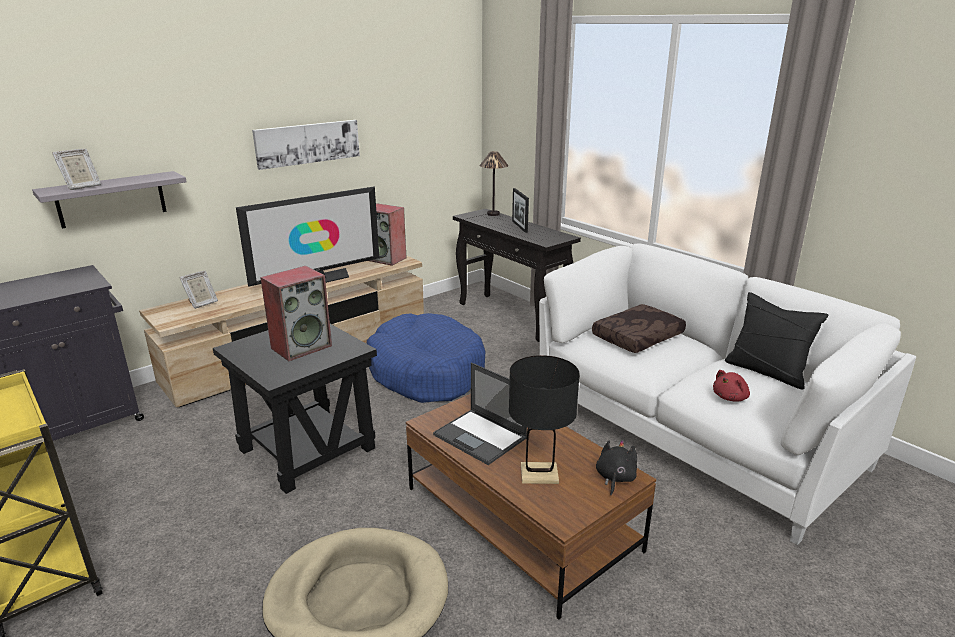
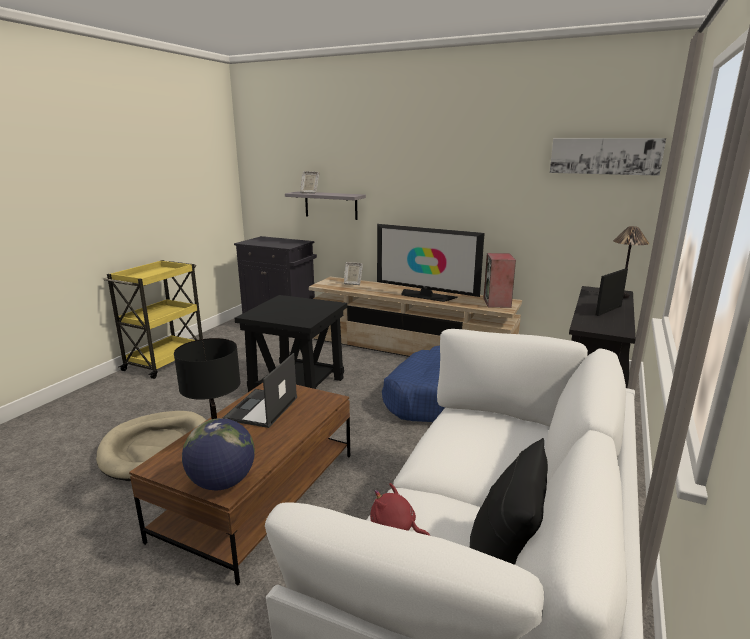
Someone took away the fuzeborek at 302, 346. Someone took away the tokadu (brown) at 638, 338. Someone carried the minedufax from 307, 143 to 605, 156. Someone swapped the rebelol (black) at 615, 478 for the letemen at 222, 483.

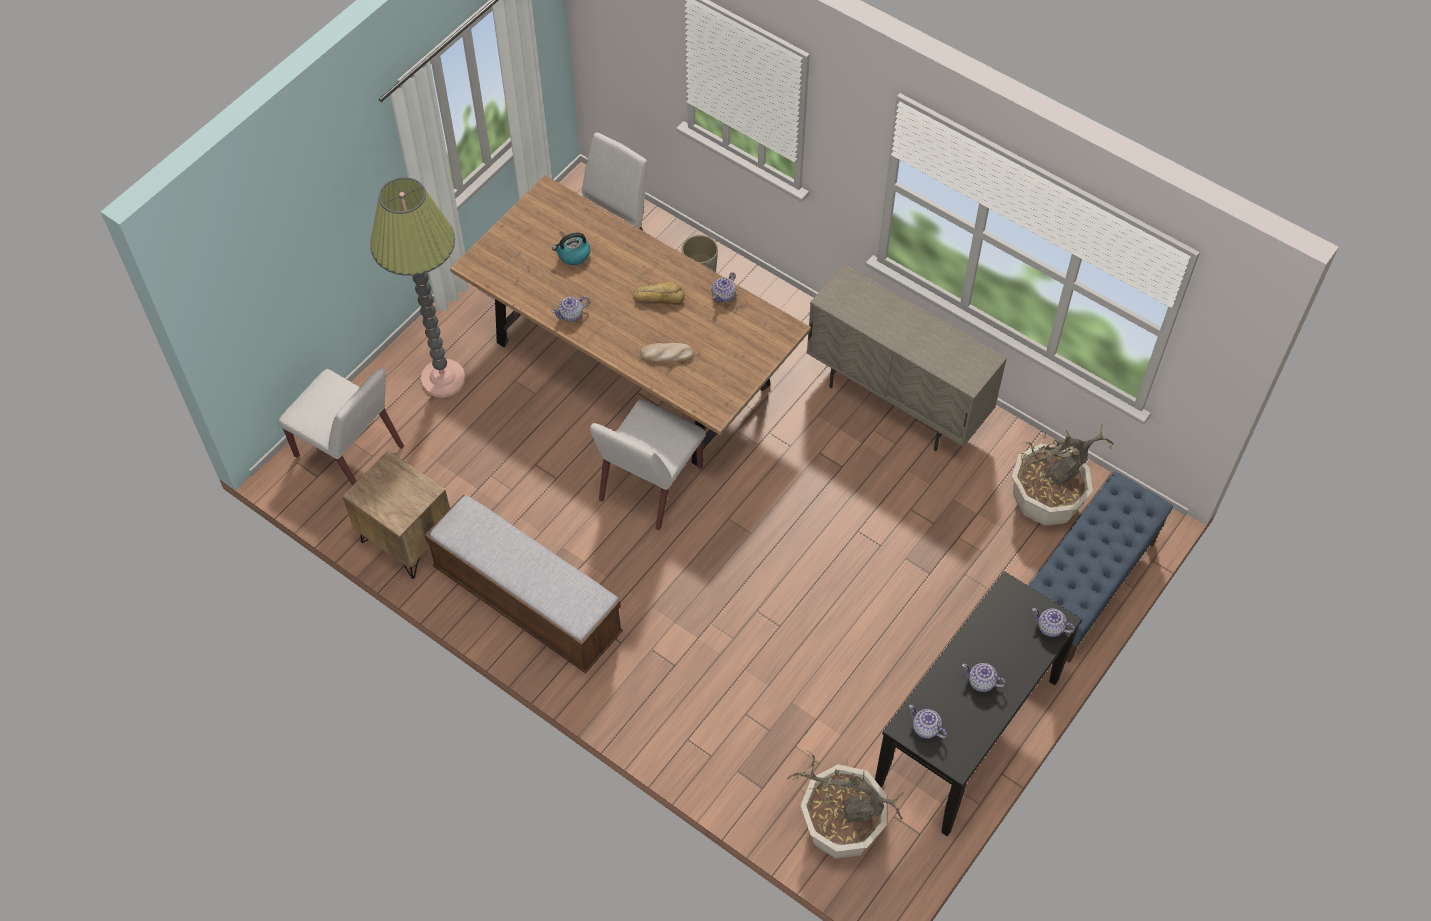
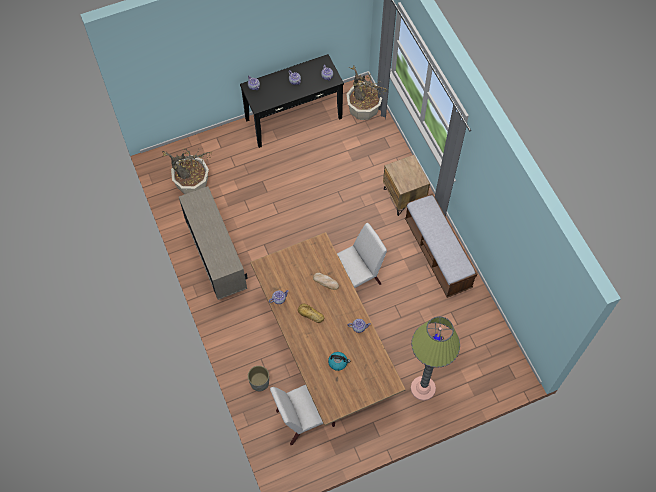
Someone took away the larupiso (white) at 350, 452. Someone took away the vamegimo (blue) at 1085, 586. Someone carried the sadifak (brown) from 406, 540 to 404, 197.

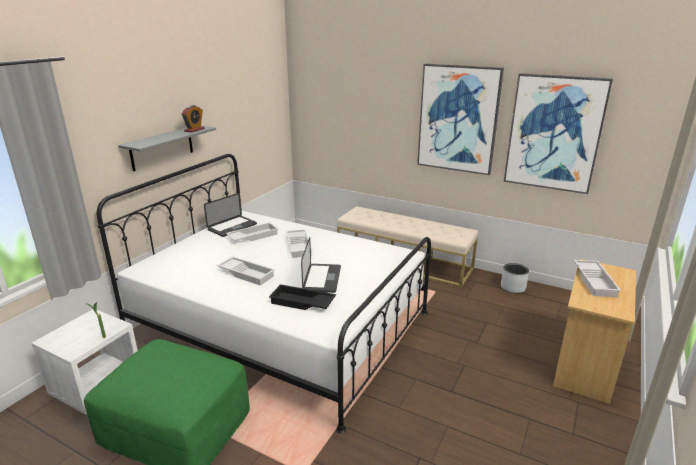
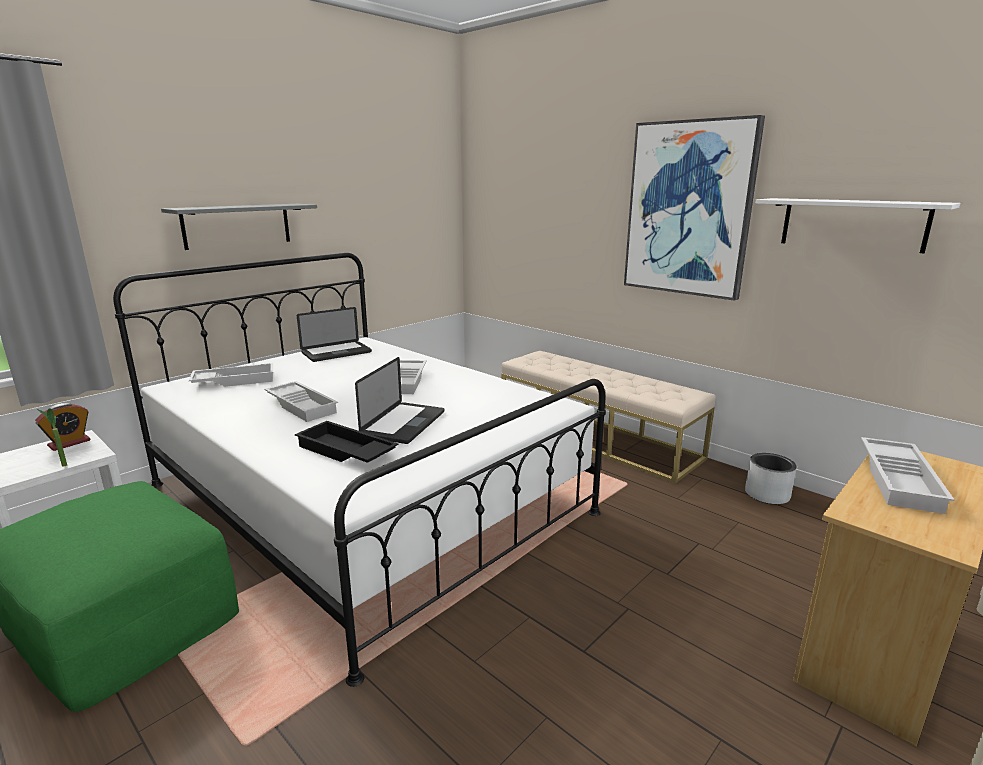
Someone carried the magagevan from 194, 130 to 69, 443. Someone carried the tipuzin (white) from 253, 236 to 235, 380. Someone swapped the minedufax at 554, 133 for the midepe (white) at 852, 224.

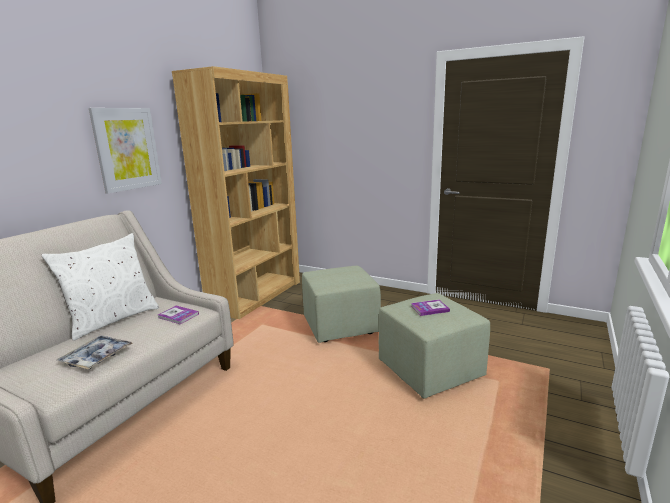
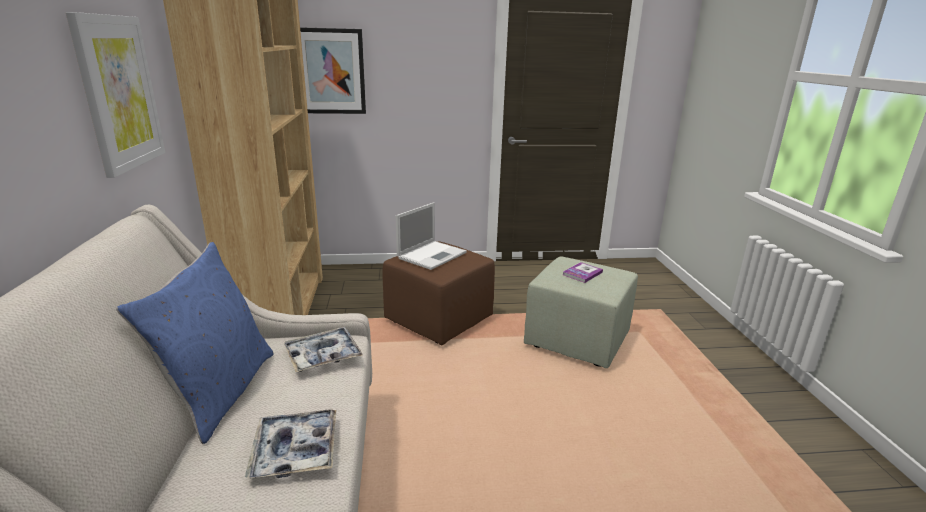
Someone put up the minedufax at 330, 71. Someone put down the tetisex at 432, 255. Someone swapped the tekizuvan at 178, 316 for the tipuzin at 323, 356. Someone repainted the tokadu (white) at 112, 319, which became the tokadu (blue) at 219, 392. Someone repainted the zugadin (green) at 341, 326, which became the zugadin (brown) at 439, 319.

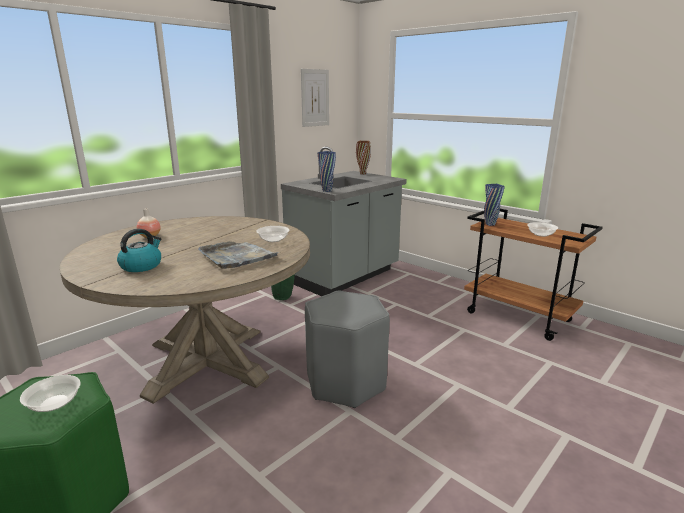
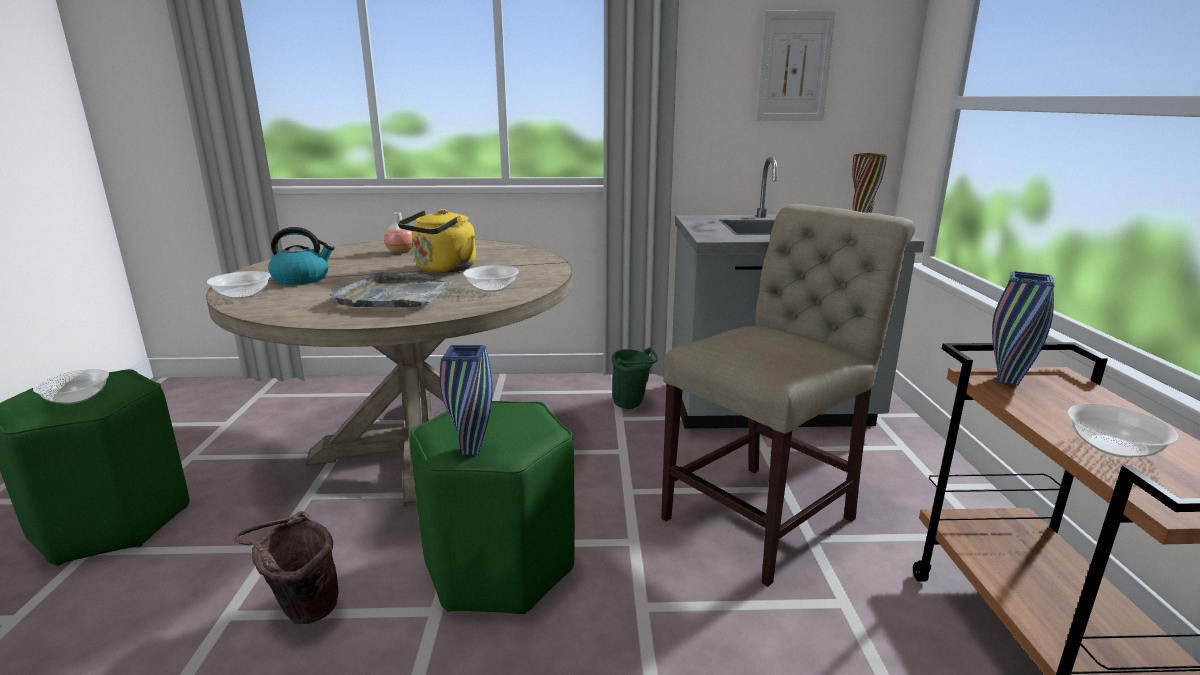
Someone put down the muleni at 243, 295. Someone put down the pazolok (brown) at 302, 612. Someone put down the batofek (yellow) at 443, 269. Someone put down the larupiso (beige) at 767, 515. Someone carried the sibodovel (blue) from 327, 191 to 471, 450. Someone repainted the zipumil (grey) at 345, 383, which became the zipumil (green) at 497, 567.

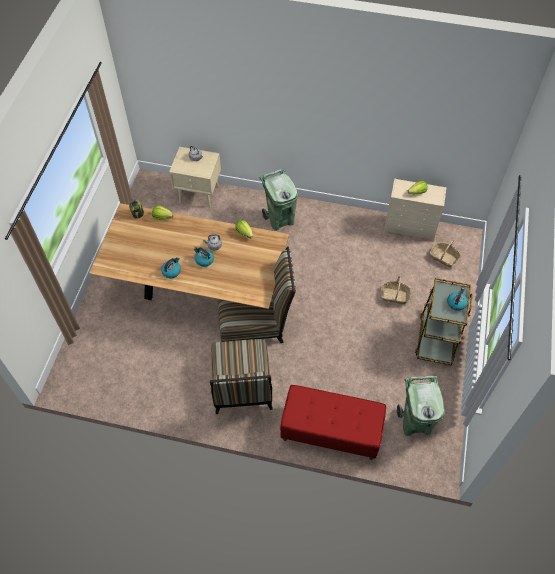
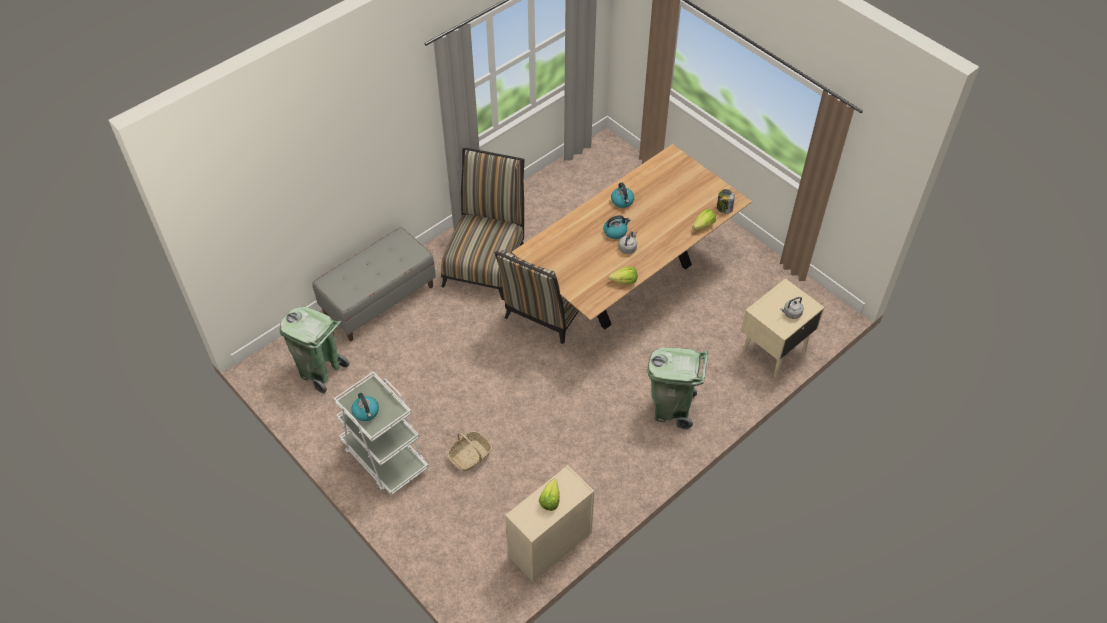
Someone took away the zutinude at 444, 257. Someone repainted the vamegimo (red) at 330, 432, which became the vamegimo (grey) at 379, 300. Someone repainted the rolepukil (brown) at 436, 338, which became the rolepukil (white) at 384, 457. Someone rotated the larupiso at 242, 387 by 75 degrees clockwise.

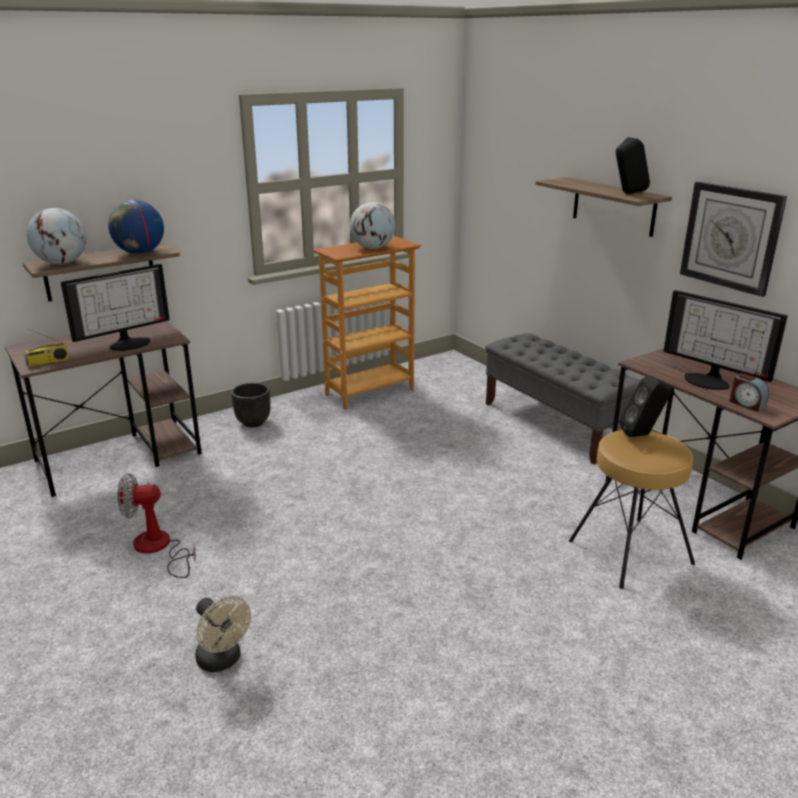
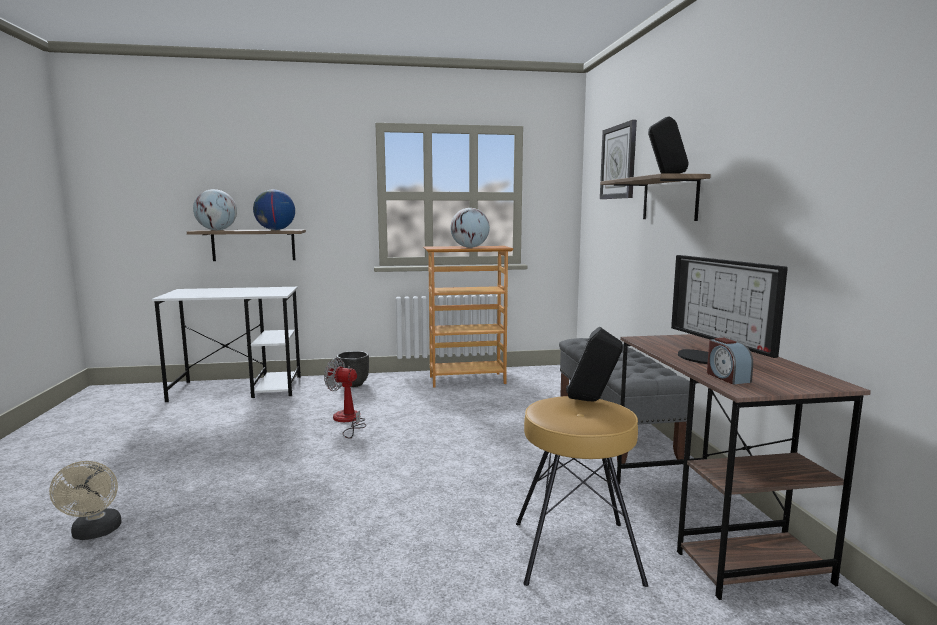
Someone took away the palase at 48, 362. Someone took away the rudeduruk at 129, 343. Someone carried the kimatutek from 158, 548 to 348, 421. Someone carried the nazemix from 731, 237 to 618, 162. Someone repainted the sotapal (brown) at 120, 457, which became the sotapal (white) at 238, 388.

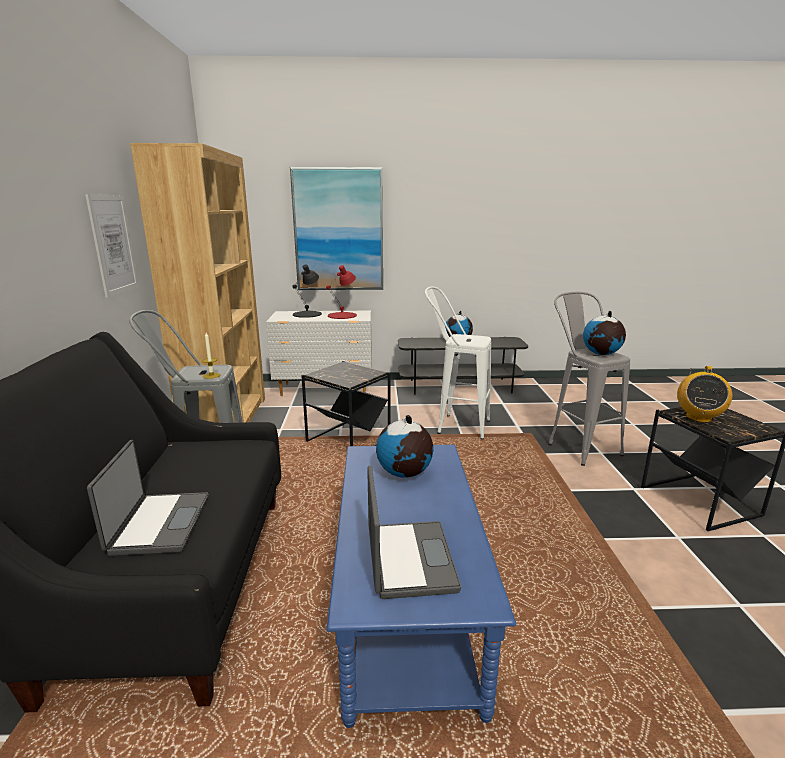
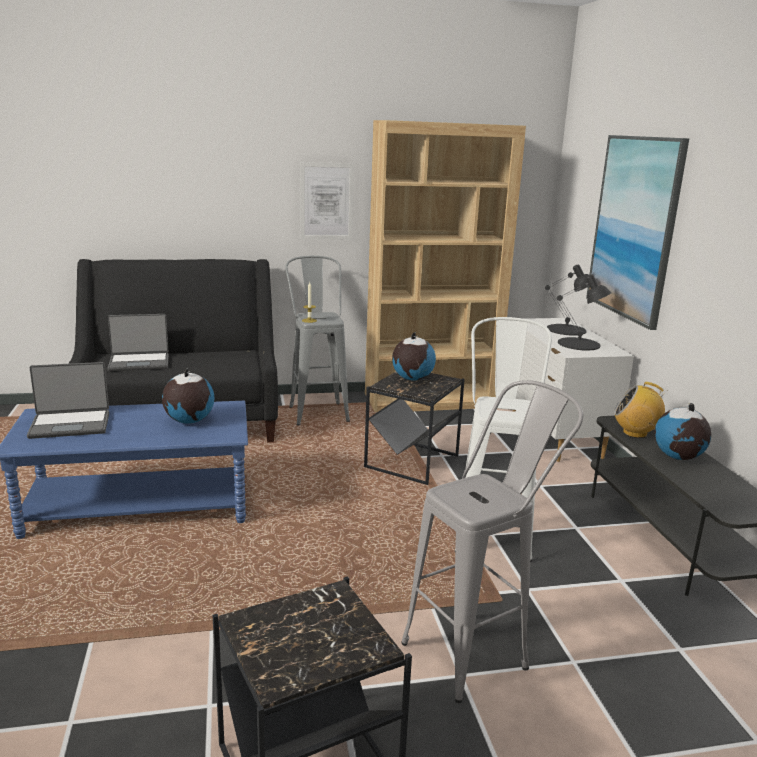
Someone carried the letemen from 601, 354 to 412, 379. Someone carried the palase from 698, 417 to 635, 433. Someone repainted the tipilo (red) at 342, 315, which became the tipilo (black) at 579, 344.

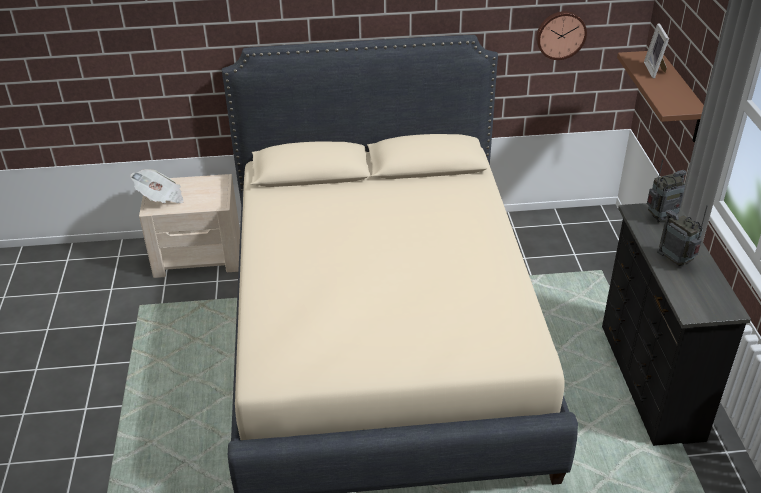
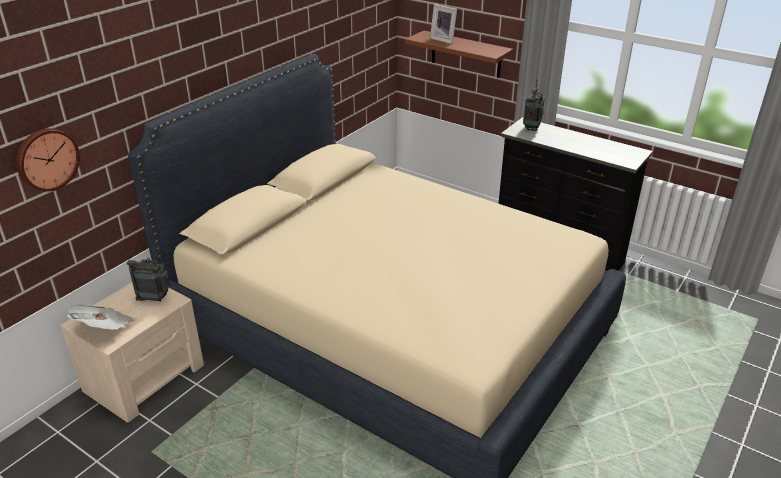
Someone carried the nazemix from 560, 34 to 46, 159. Someone carried the palase from 676, 261 to 155, 298.

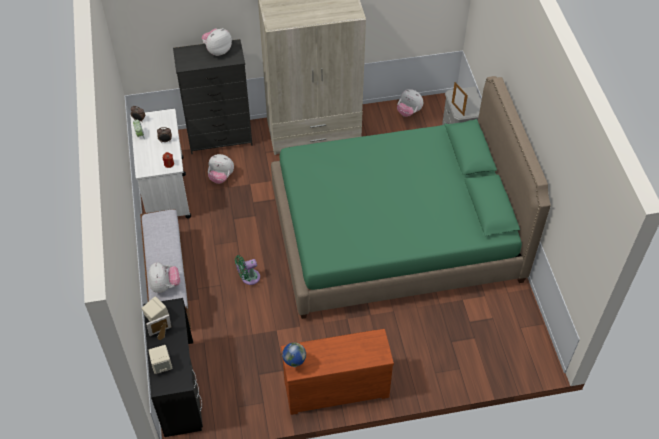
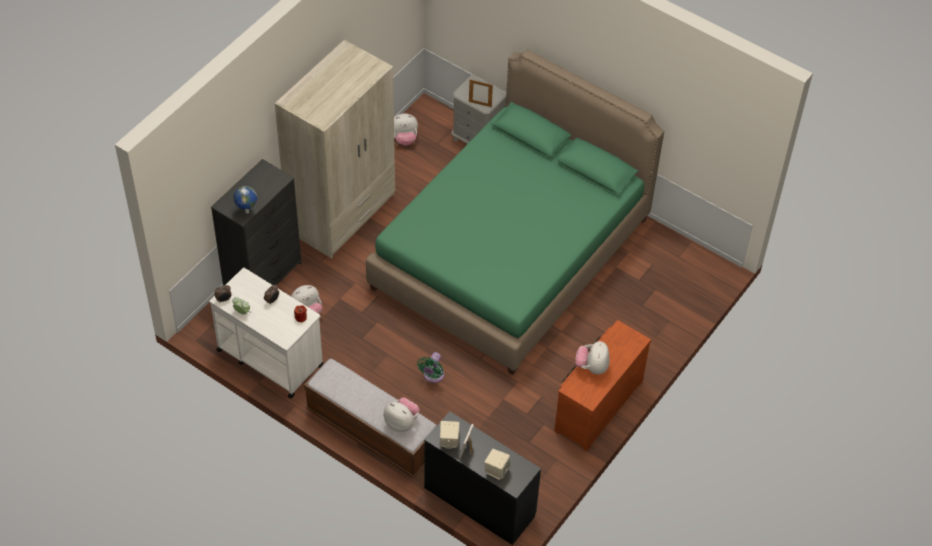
Someone carried the rebelol from 217, 50 to 592, 367. Someone carried the letemen from 294, 365 to 246, 212.

